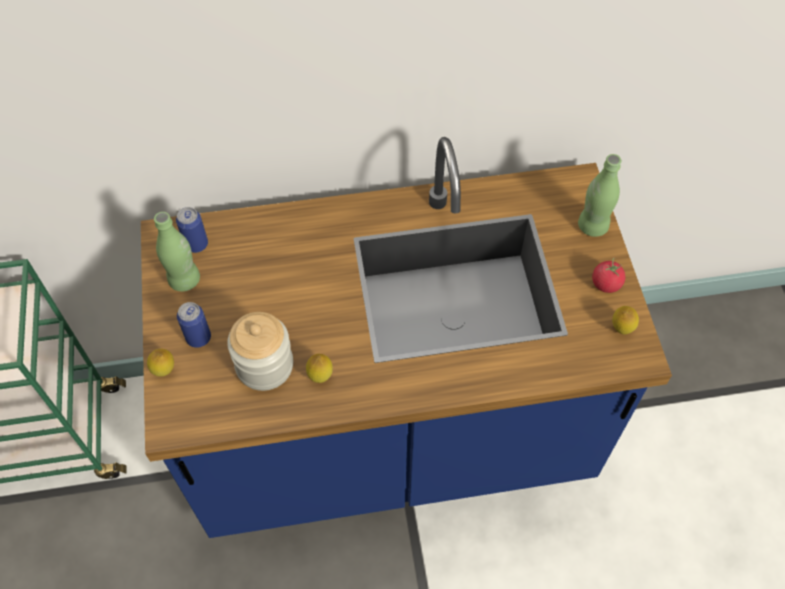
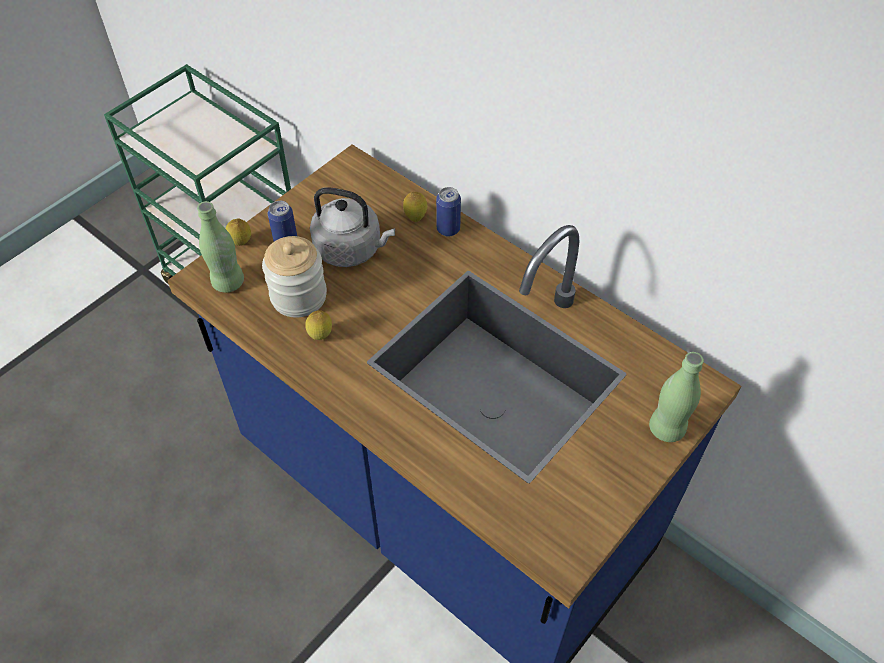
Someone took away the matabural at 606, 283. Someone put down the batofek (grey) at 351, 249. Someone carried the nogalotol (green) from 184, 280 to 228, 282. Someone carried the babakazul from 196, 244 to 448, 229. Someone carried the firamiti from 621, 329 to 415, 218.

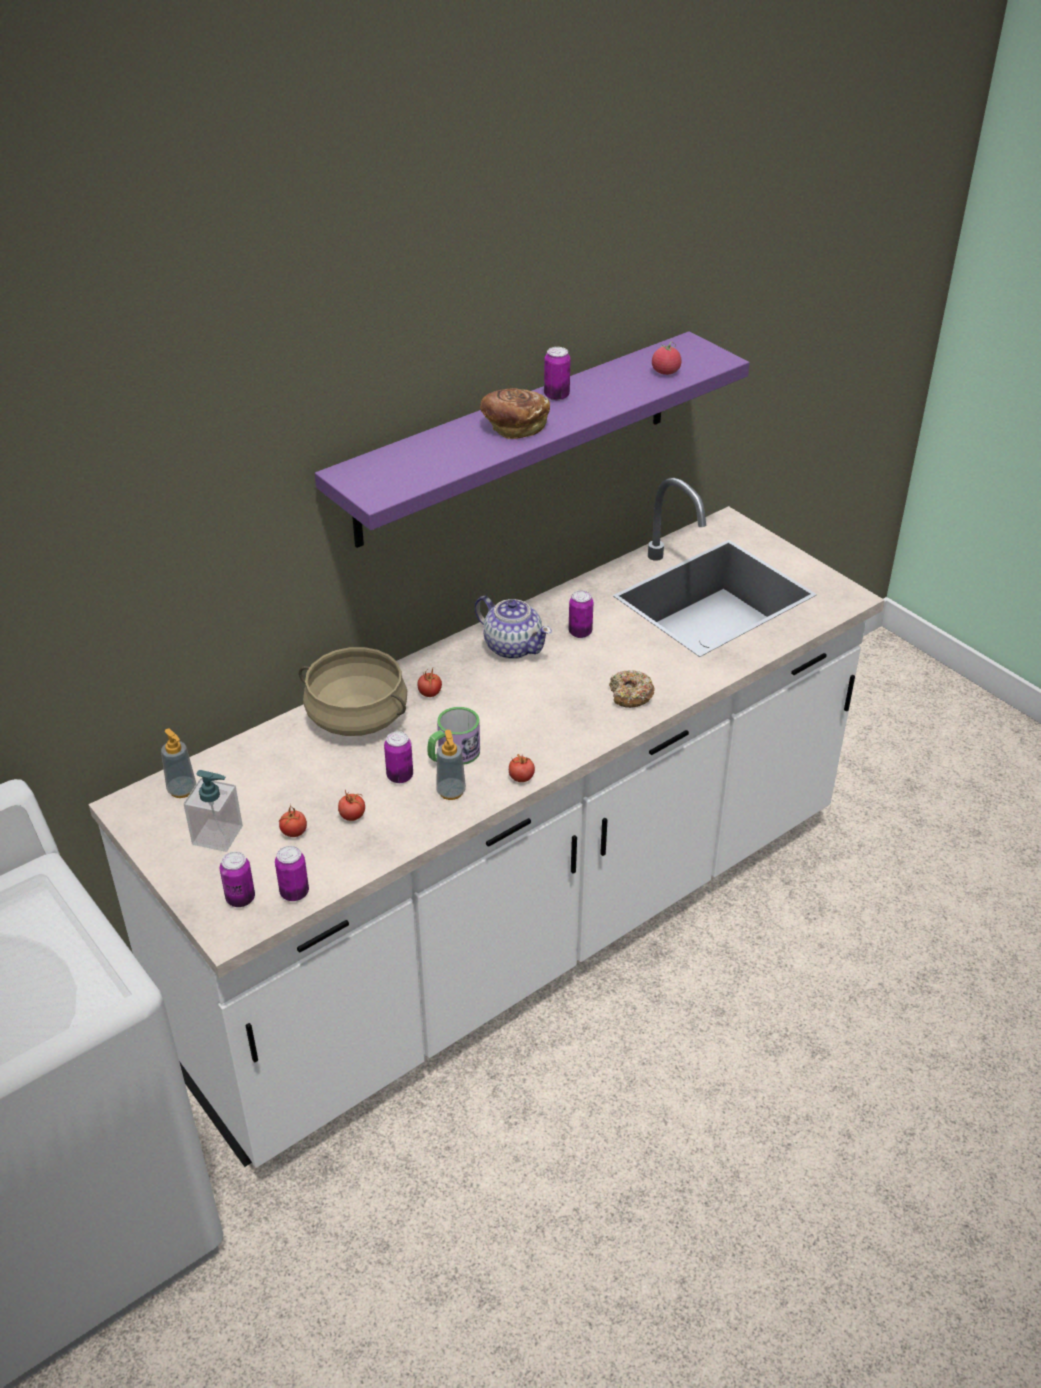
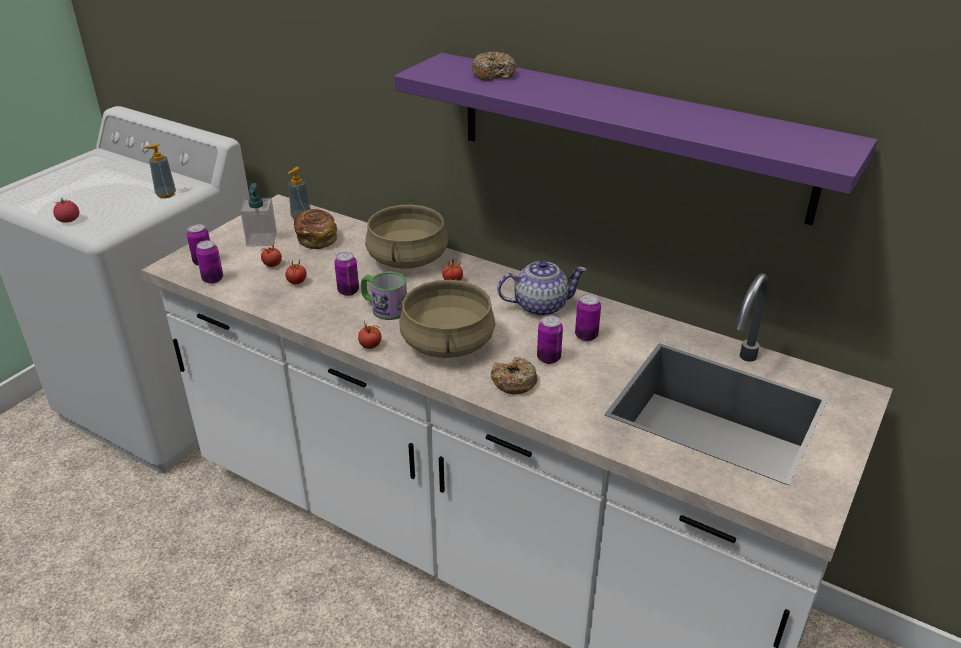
Someone put down the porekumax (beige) at 448, 343. Someone put down the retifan at 493, 74. Someone carried the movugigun from 451, 792 to 166, 194. Someone carried the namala from 514, 426 to 317, 239. Someone carried the babakazul from 556, 396 to 548, 358. Someone carried the matabural from 665, 372 to 69, 220. Someone rotated the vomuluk at 512, 646 by 120 degrees counterclockwise.

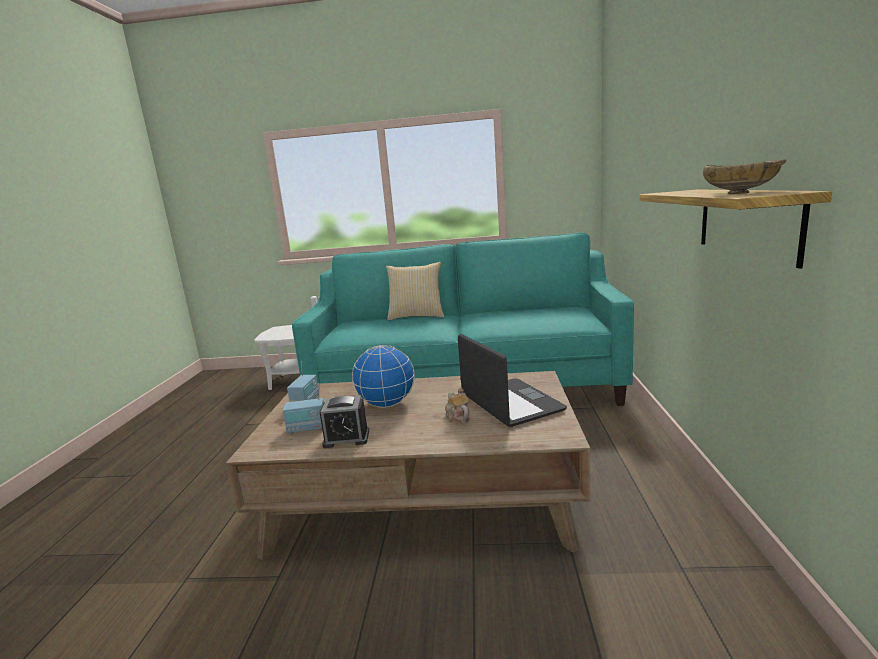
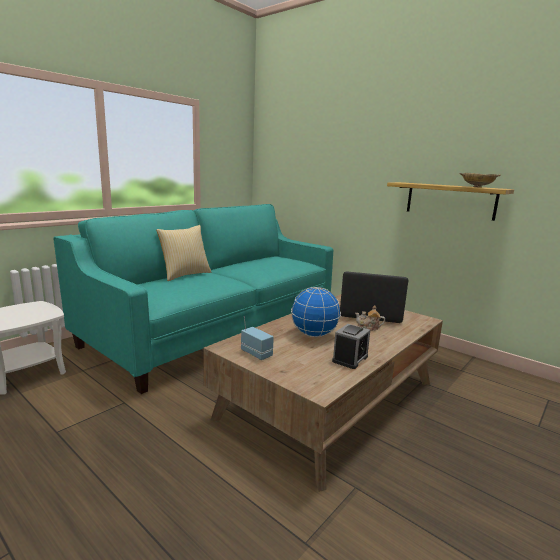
Someone took away the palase at 307, 428.

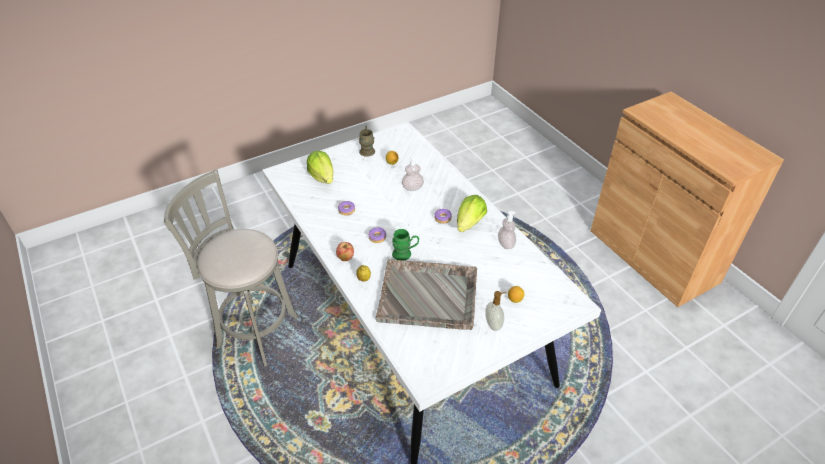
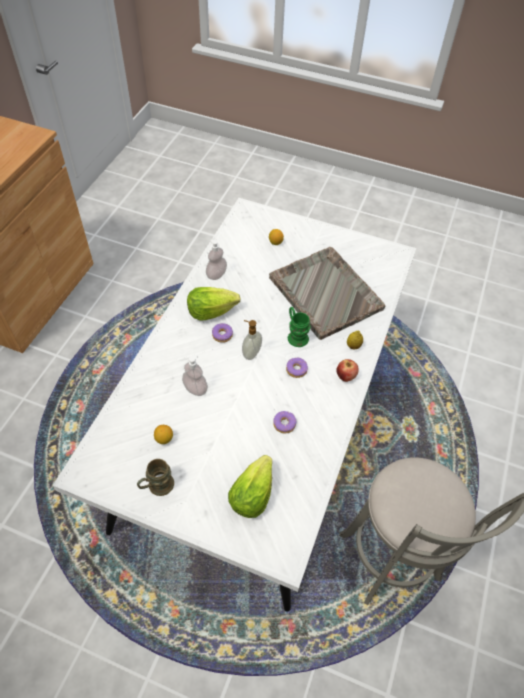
Someone carried the movugigun from 494, 324 to 251, 353.

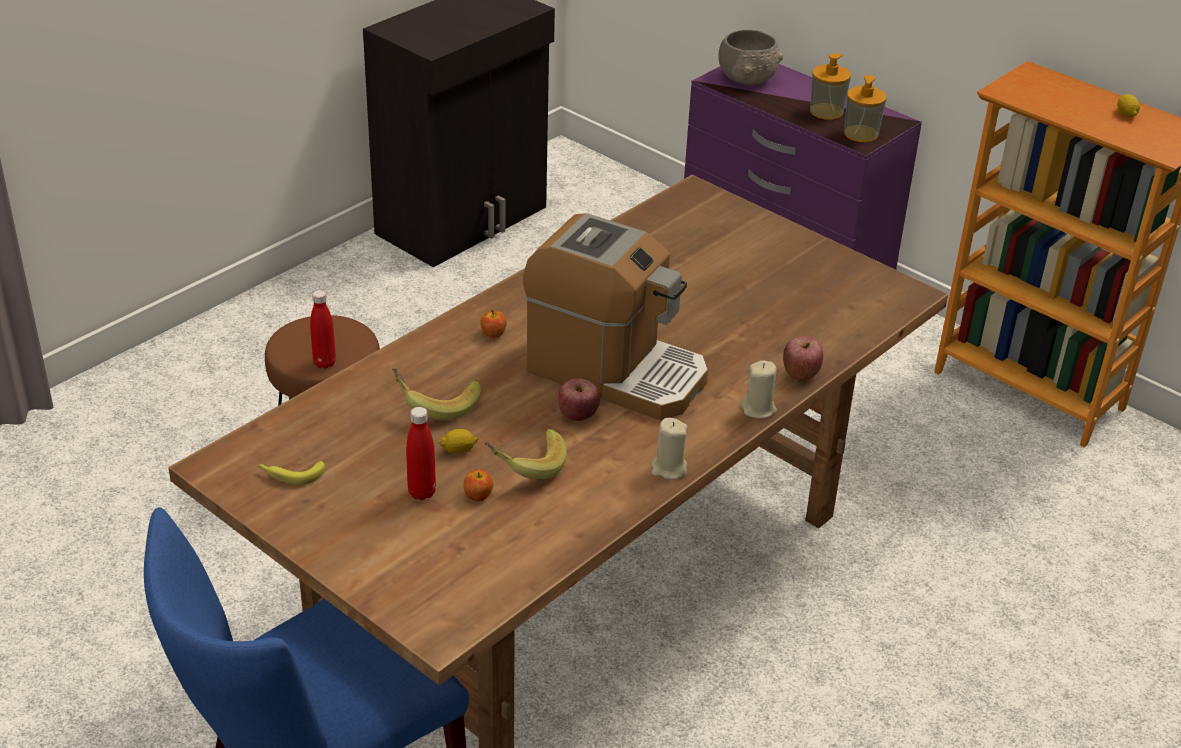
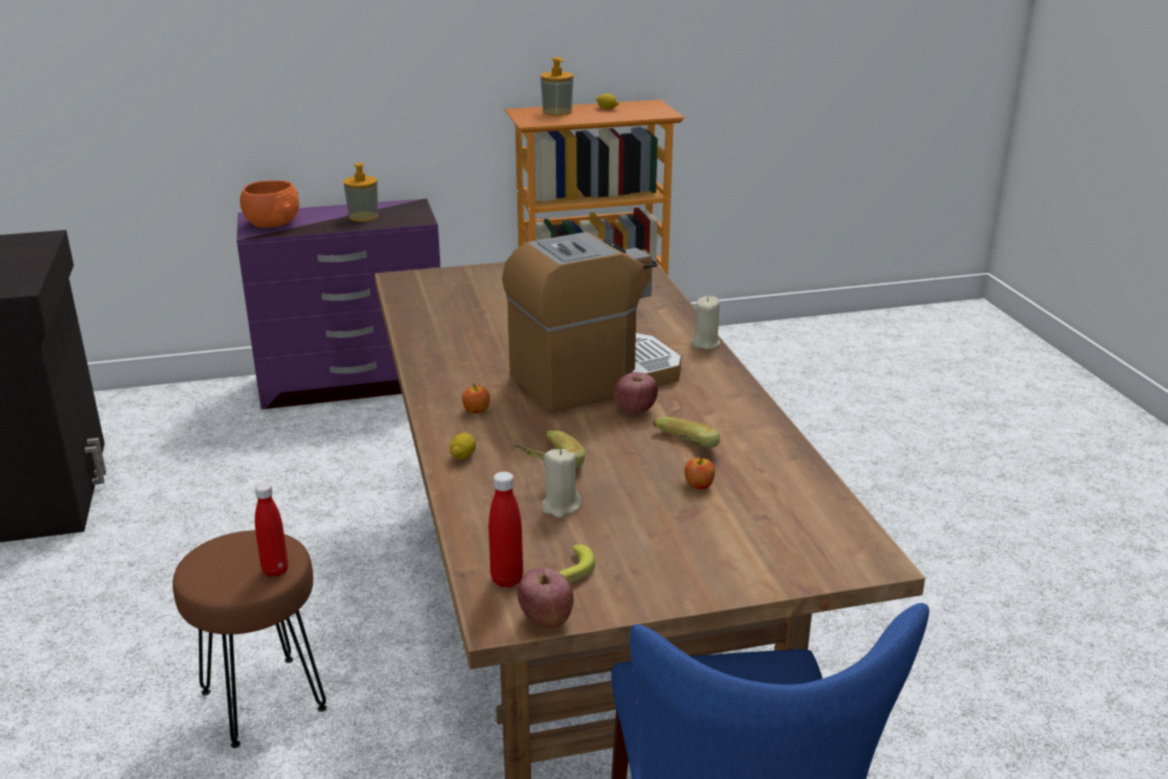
Someone carried the nogalotol (red) from 422, 492 to 507, 580. Someone carried the firamiti from 458, 450 to 463, 456. Someone carried the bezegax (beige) from 669, 469 to 561, 507. Someone carried the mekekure from 800, 373 to 546, 619. Someone carried the movugigun from 861, 134 to 557, 112. Someone repainted the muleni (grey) at 747, 78, which became the muleni (orange) at 272, 223.

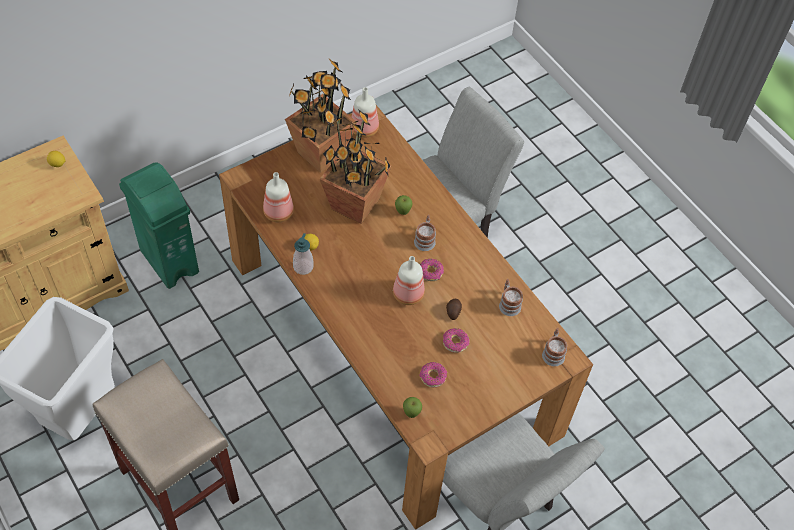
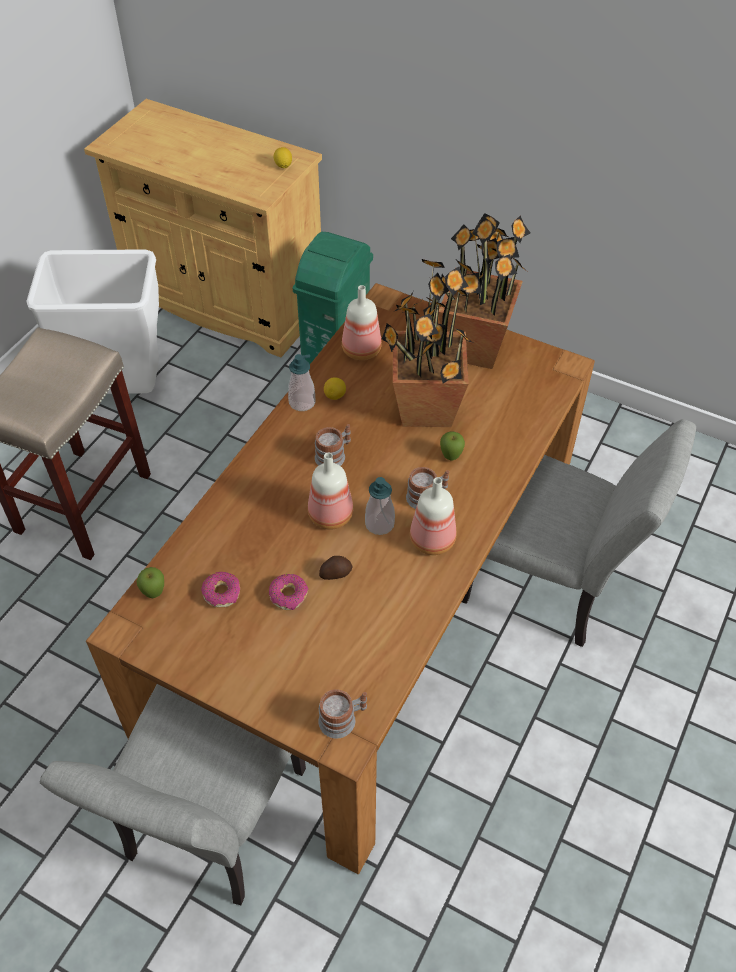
Someone carried the nogalotol from 365, 129 to 433, 541. Someone carried the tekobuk from 508, 303 to 334, 455. Someone swapped the retifan at 430, 272 for the movugigun at 379, 524.

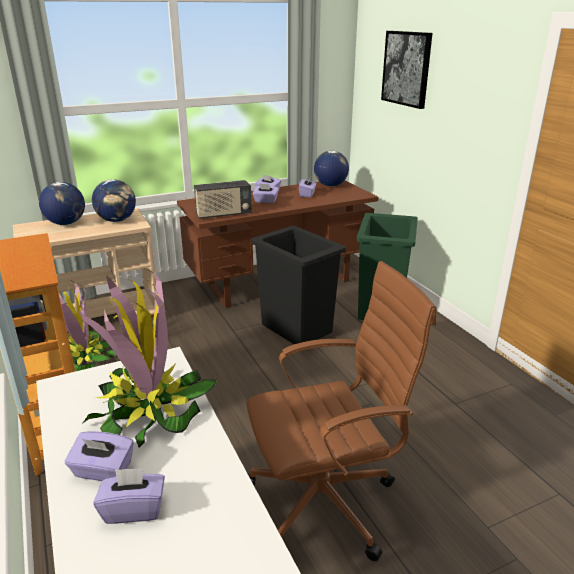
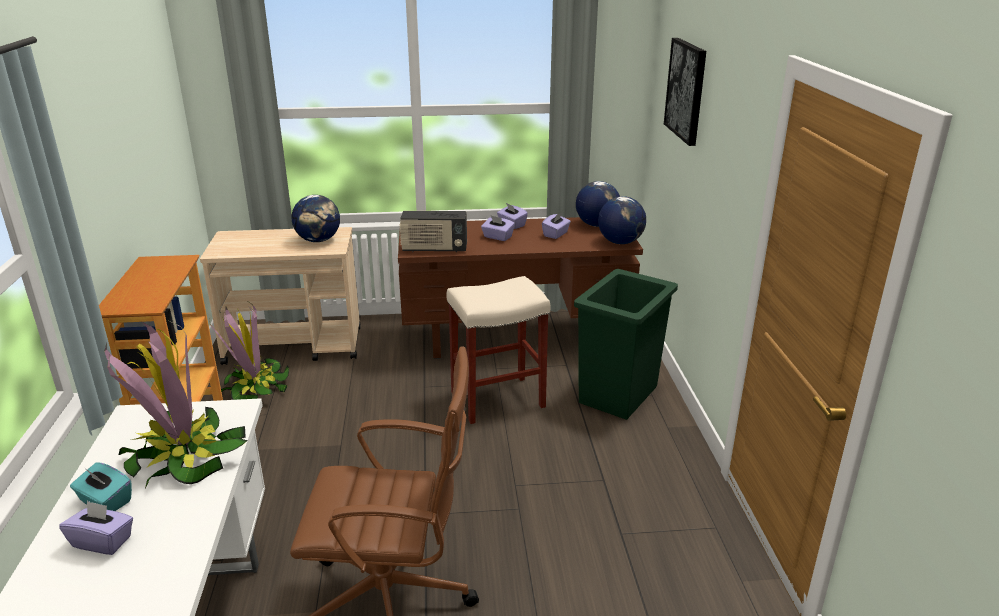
Someone carried the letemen from 66, 223 to 620, 242. Someone swapped the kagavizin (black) at 296, 329 for the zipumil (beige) at 496, 400. Someone repainted the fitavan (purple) at 103, 471, which became the fitavan (turquoise) at 105, 502.

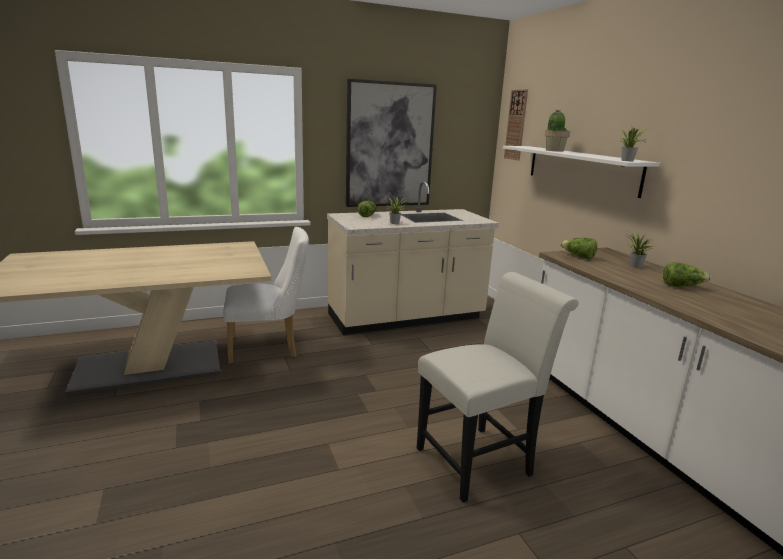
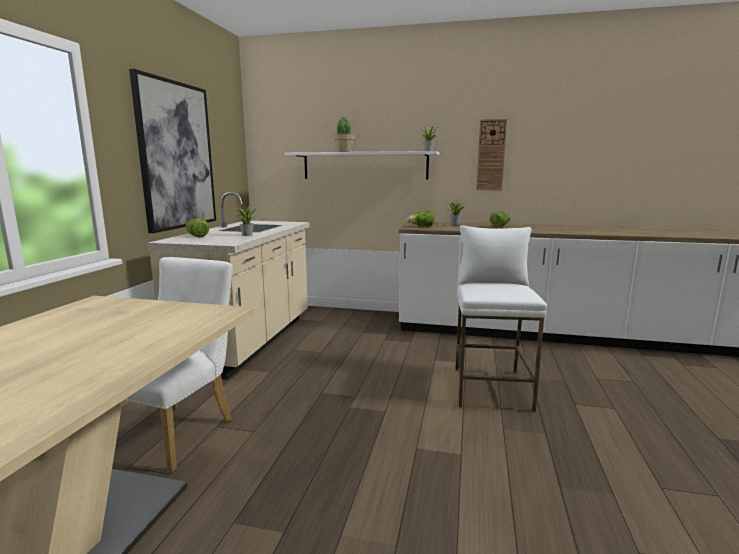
Someone carried the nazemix from 516, 125 to 491, 155. Someone swapped the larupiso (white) at 480, 459 for the zipumil (white) at 490, 388.

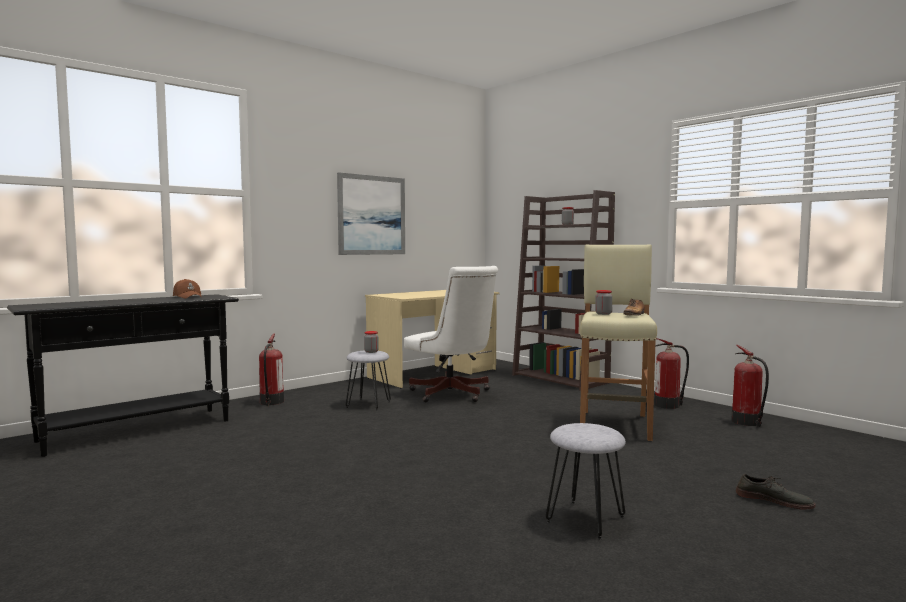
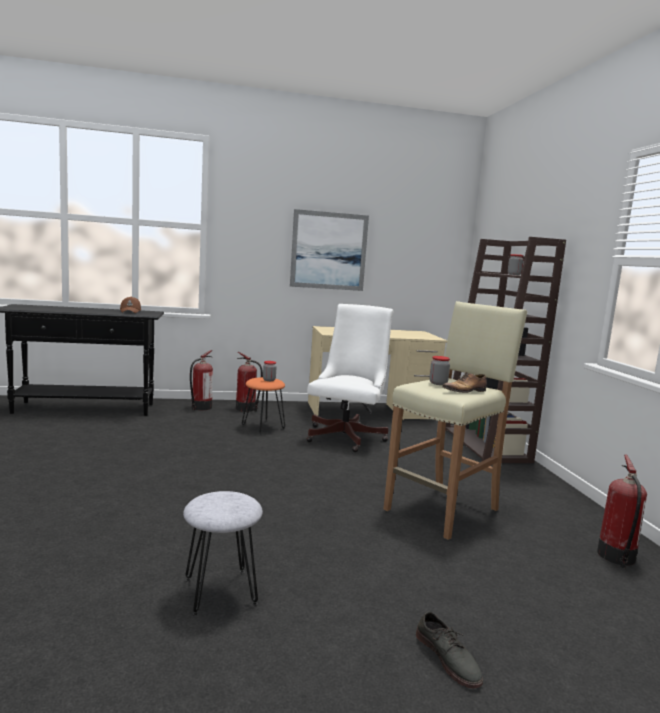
Someone carried the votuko from 668, 405 to 246, 409. Someone repainted the zipumil (grey) at 368, 404, which became the zipumil (orange) at 263, 427. Someone rotated the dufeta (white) at 453, 395 by 150 degrees counterclockwise.

